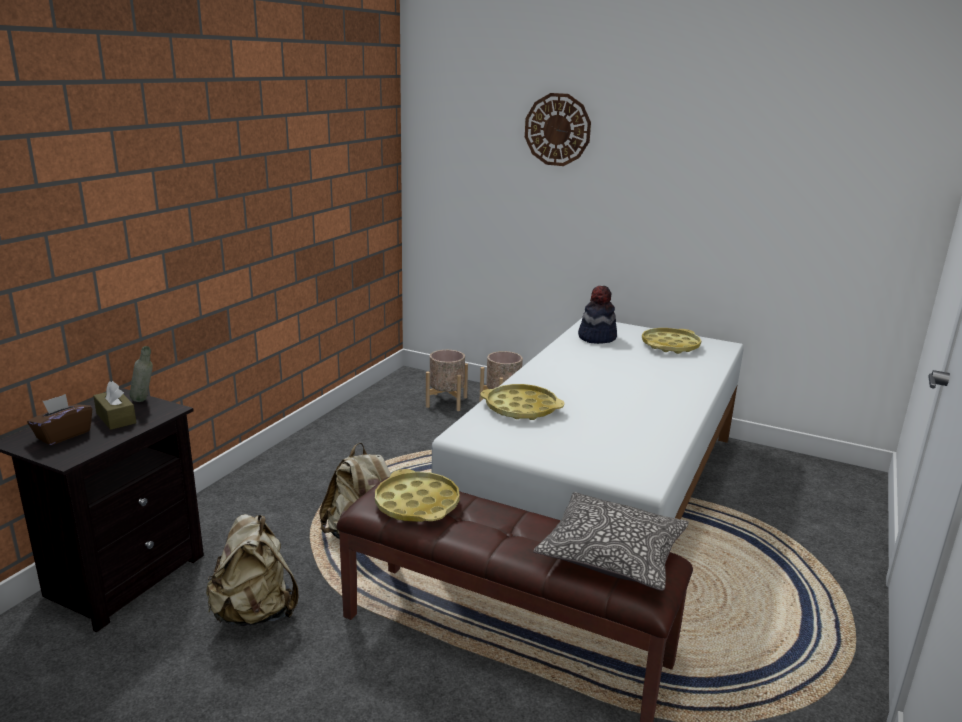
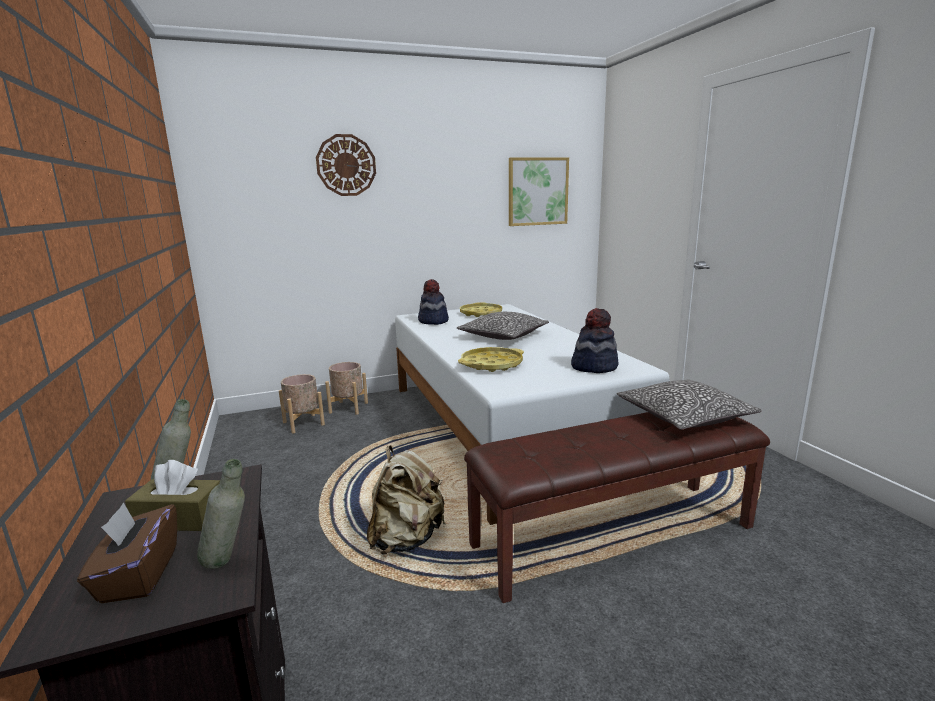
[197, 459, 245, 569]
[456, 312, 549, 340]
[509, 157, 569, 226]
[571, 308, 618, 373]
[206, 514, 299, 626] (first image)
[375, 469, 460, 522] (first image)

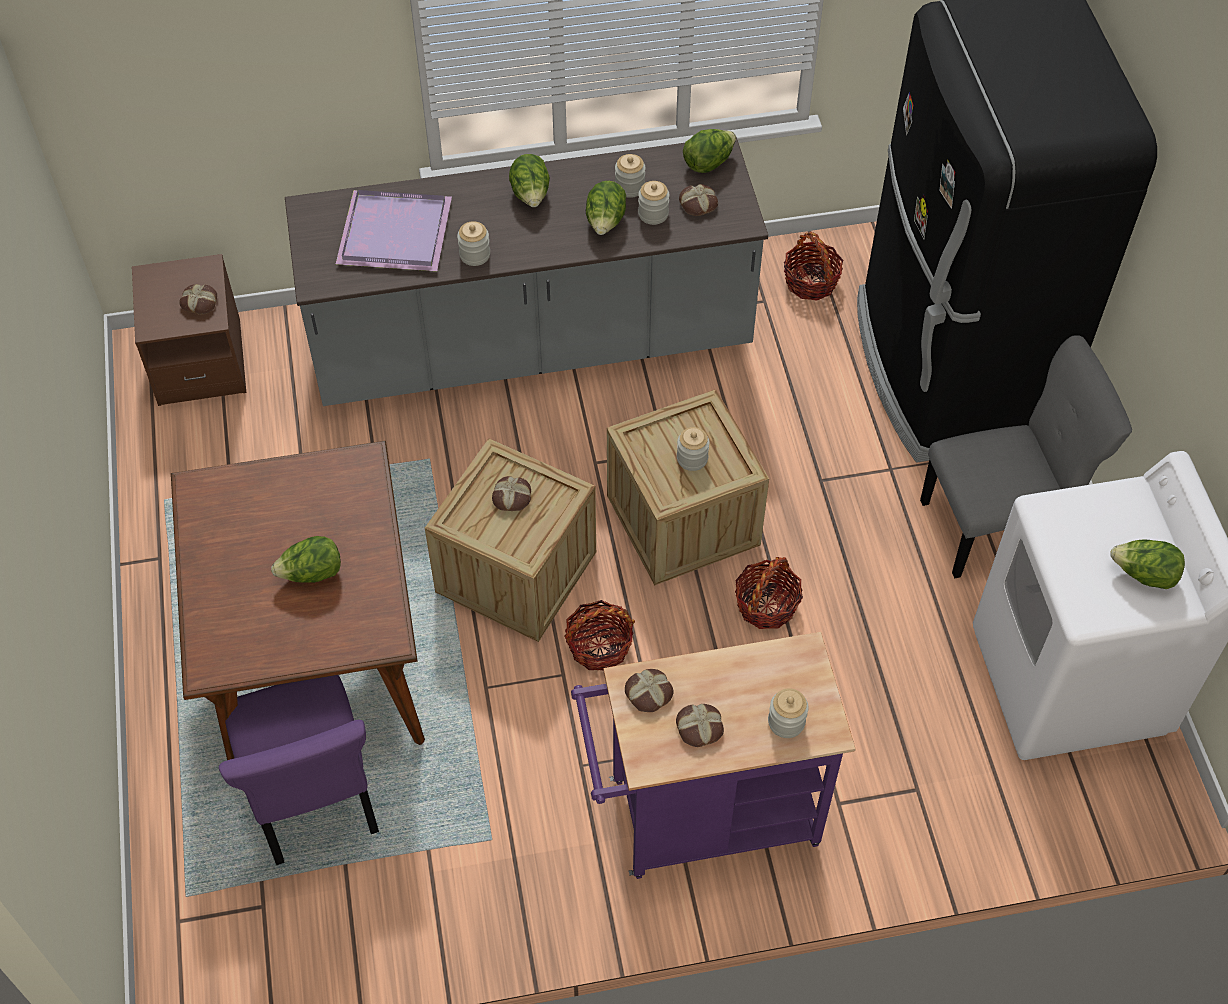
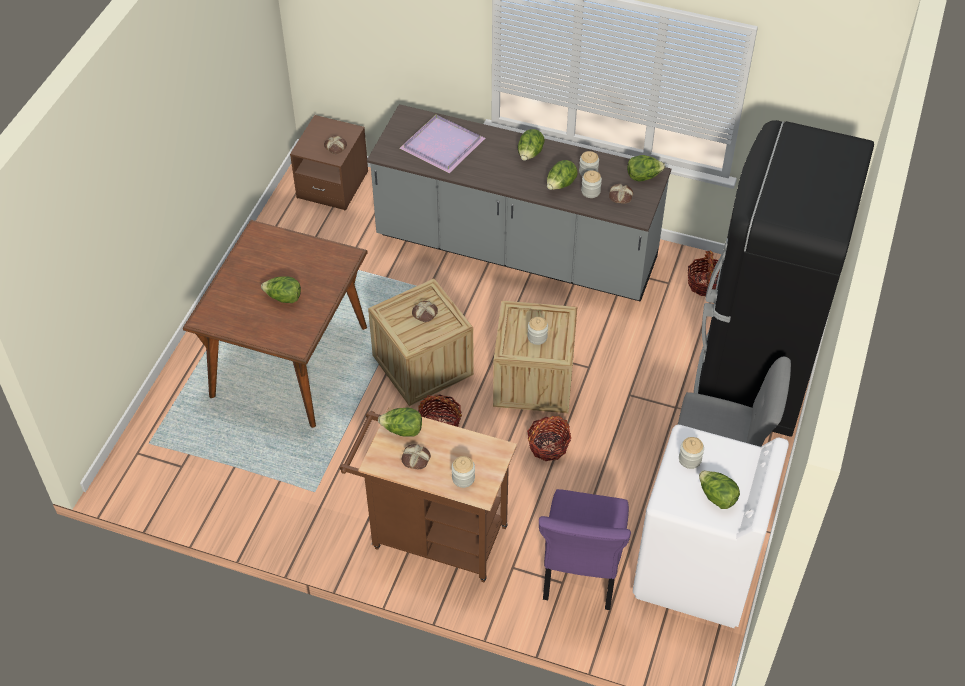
[340, 407, 517, 582]
[378, 408, 422, 437]
[539, 489, 631, 610]
[679, 437, 704, 469]

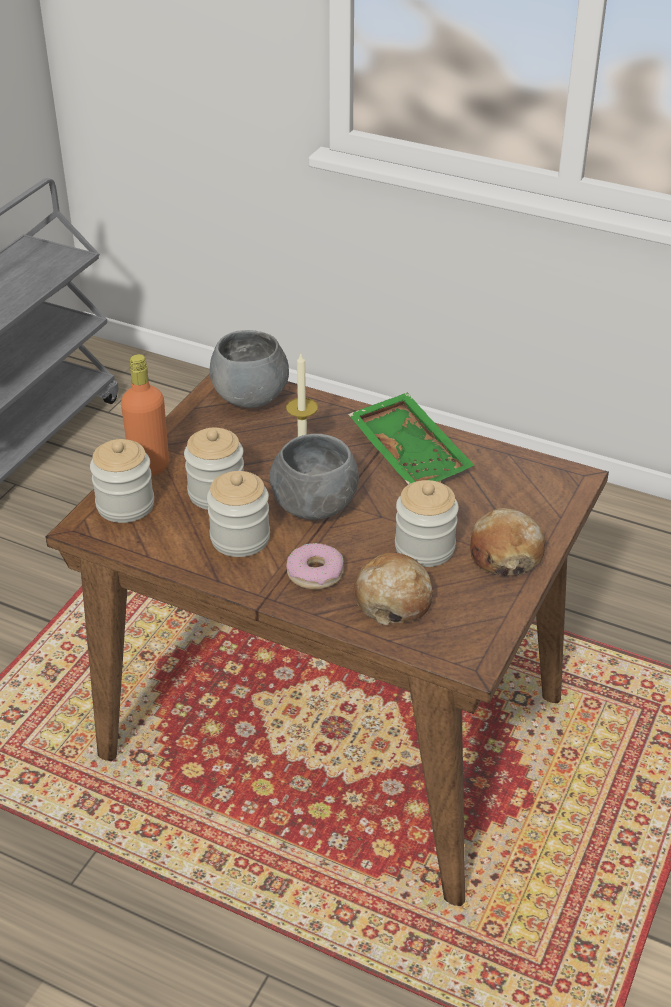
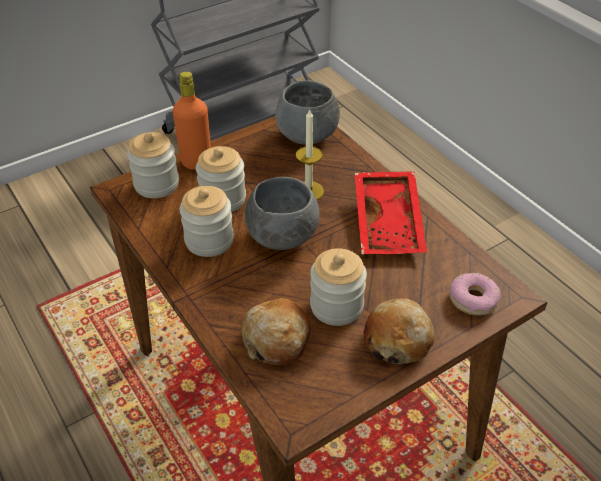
[355, 171, 427, 255]
[449, 273, 501, 316]

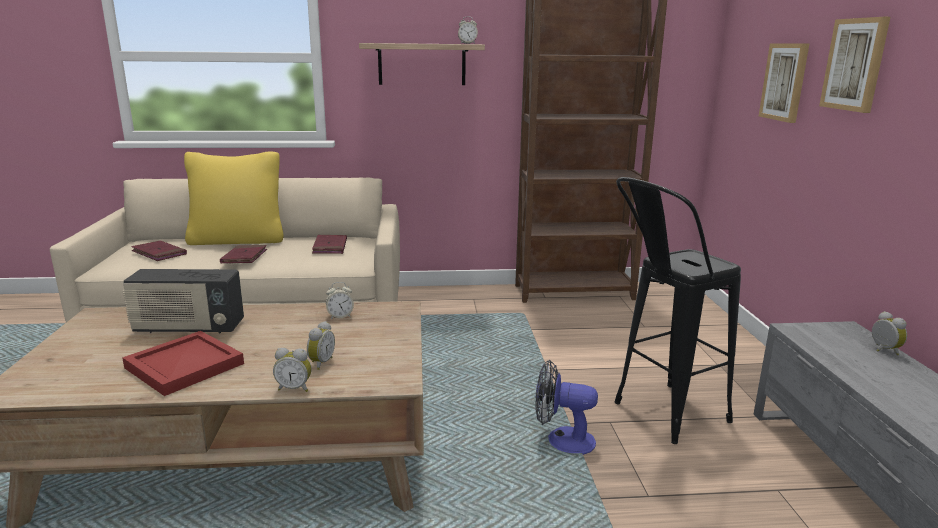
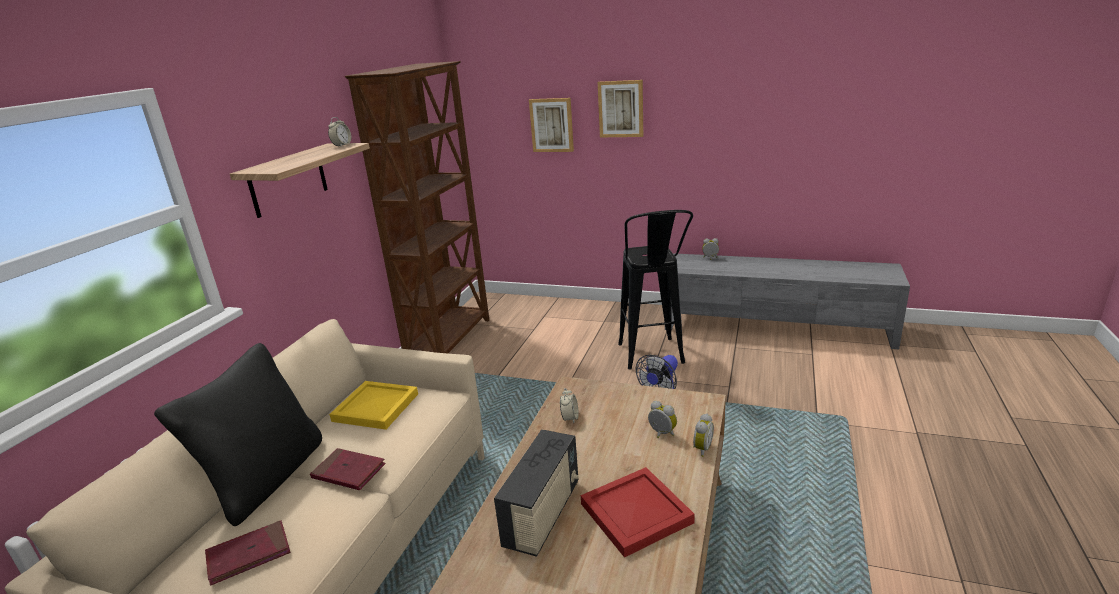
[154, 343, 322, 526]
[329, 381, 418, 430]

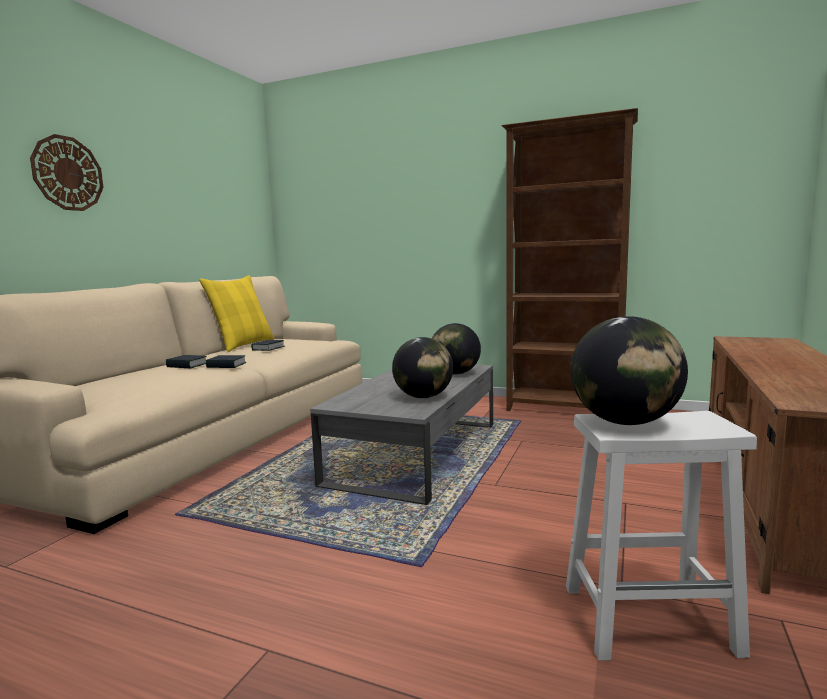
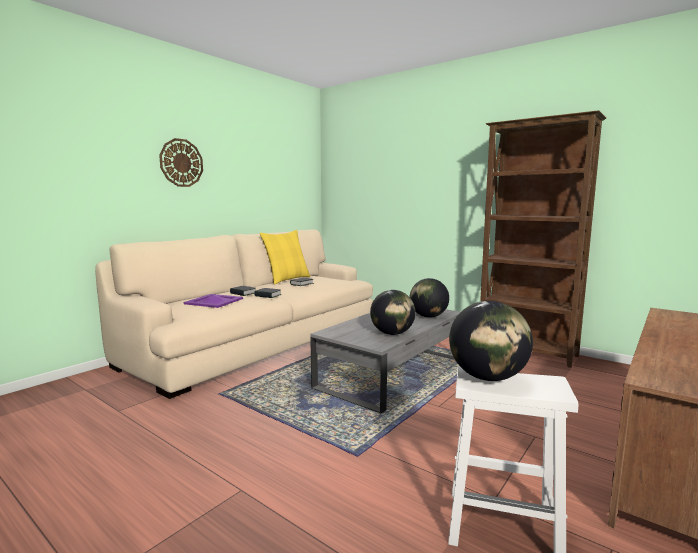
[184, 294, 243, 308]

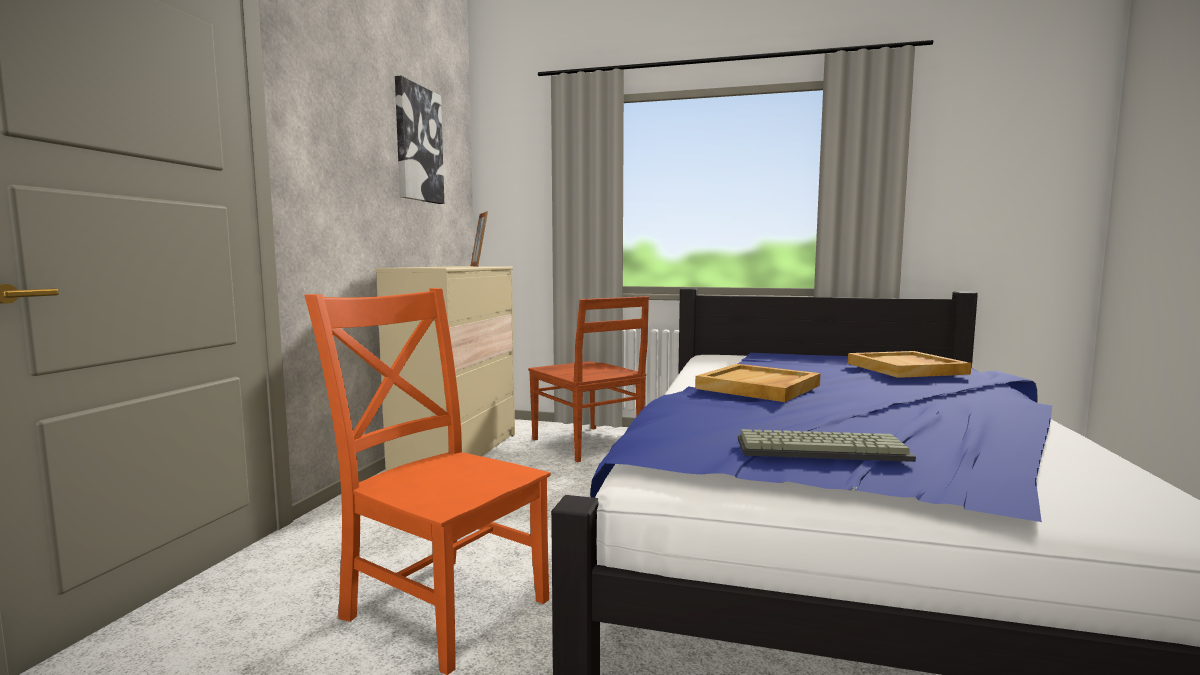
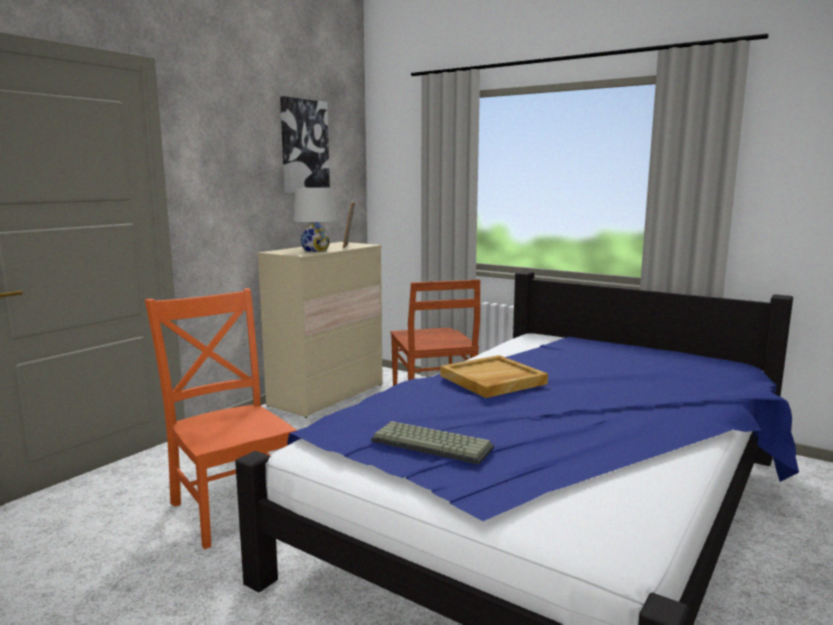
[293, 188, 336, 252]
[848, 351, 972, 378] (first image)

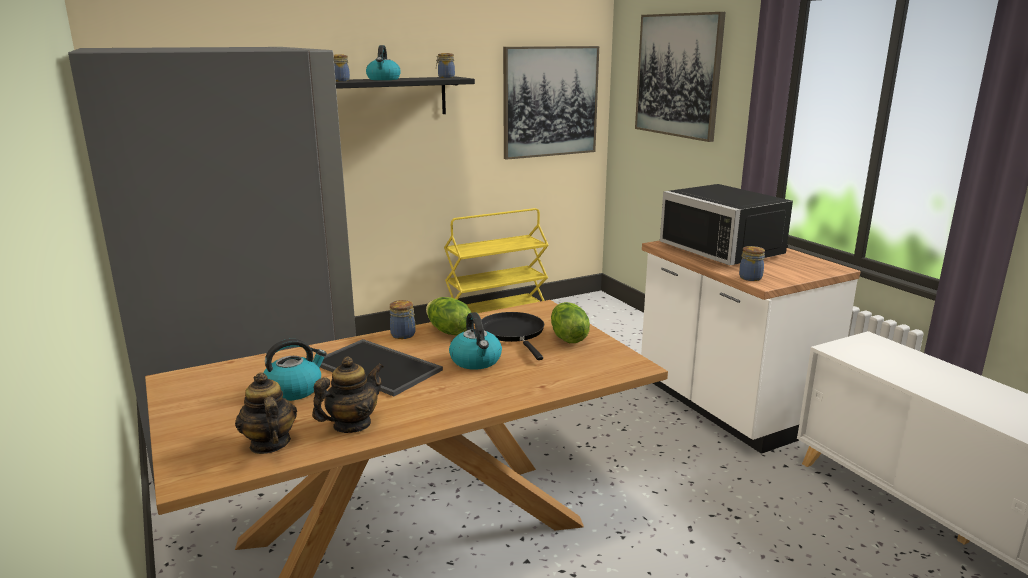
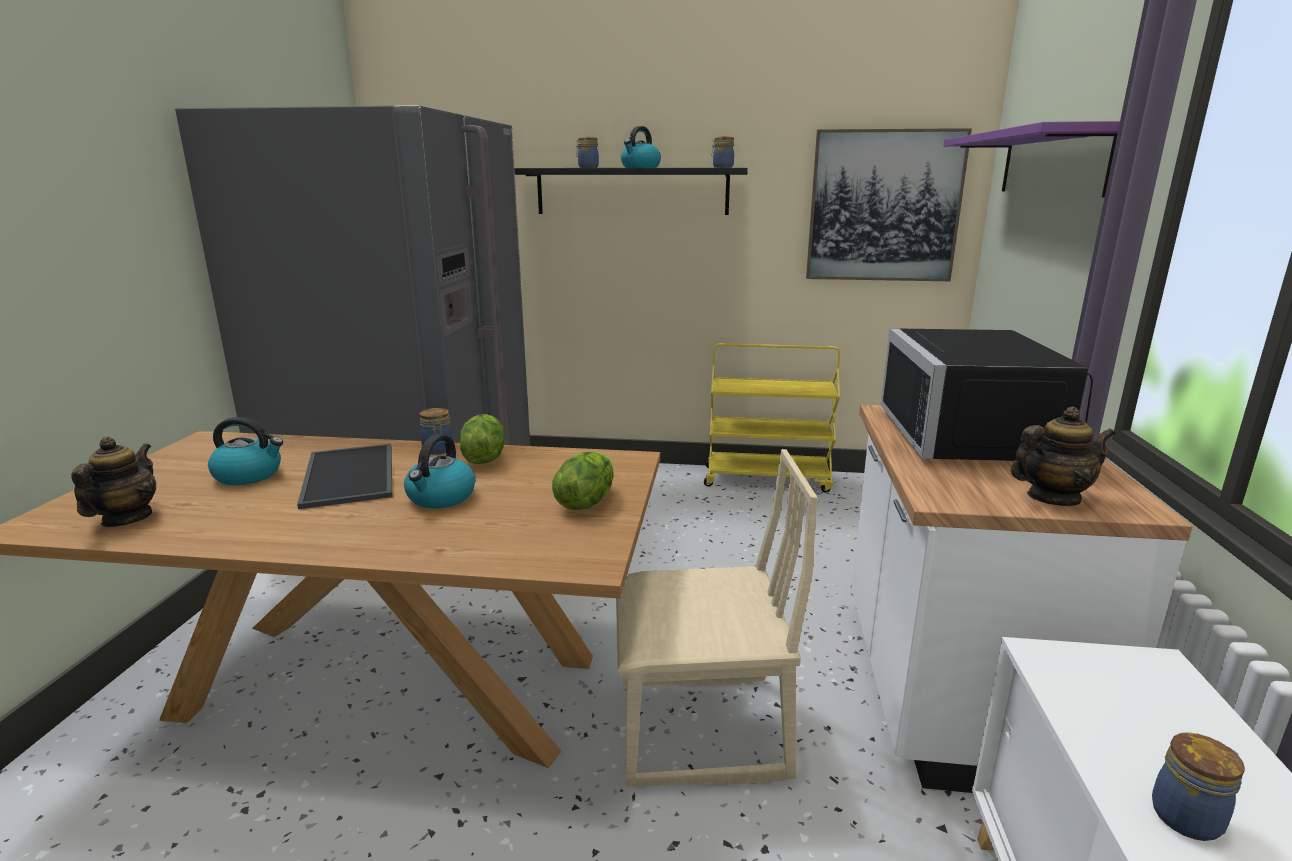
[616, 449, 818, 788]
[943, 121, 1120, 197]
[1011, 407, 1115, 506]
[1152, 732, 1245, 841]
[481, 312, 544, 360] (first image)

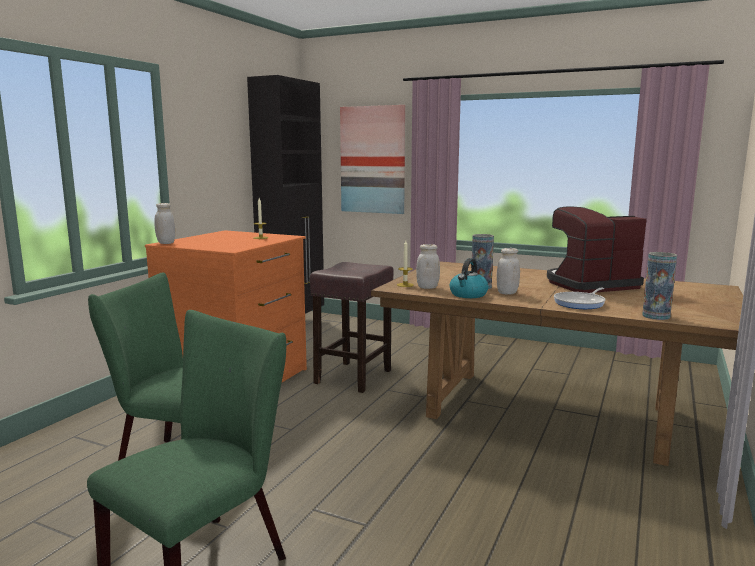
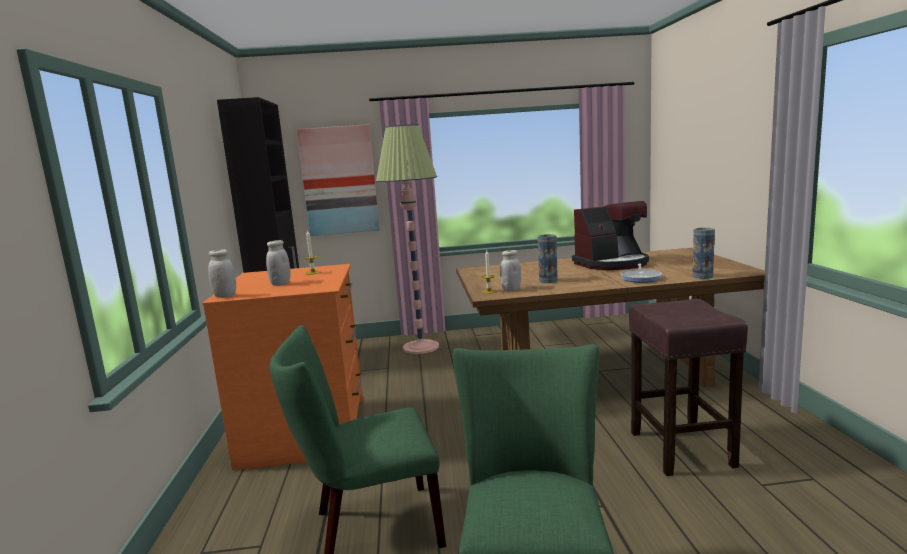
[266, 240, 291, 286]
[376, 124, 439, 354]
[572, 201, 649, 270]
[629, 299, 748, 476]
[450, 258, 489, 298] (first image)

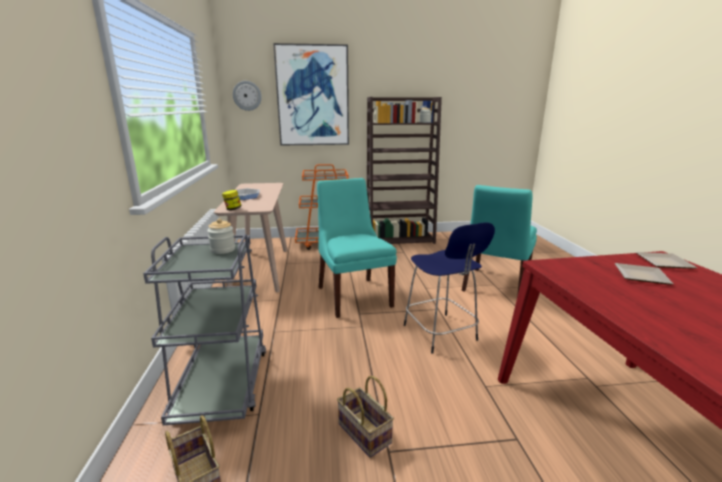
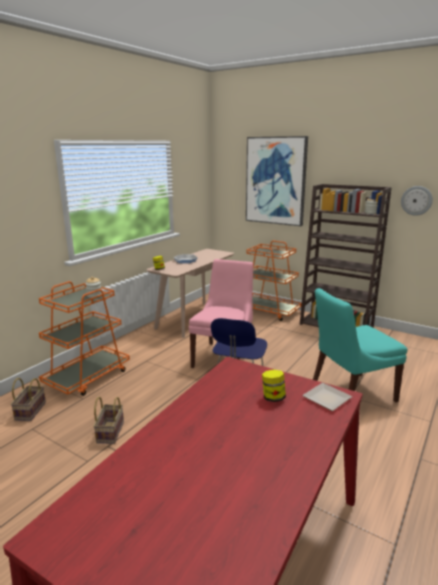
[39, 281, 130, 396]
[189, 259, 253, 368]
[262, 370, 286, 402]
[401, 186, 433, 216]

